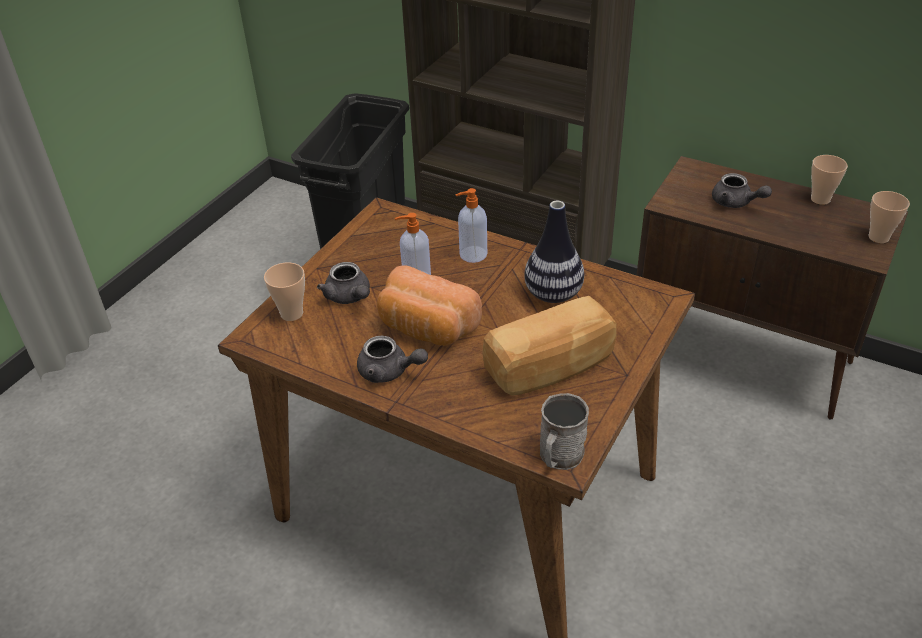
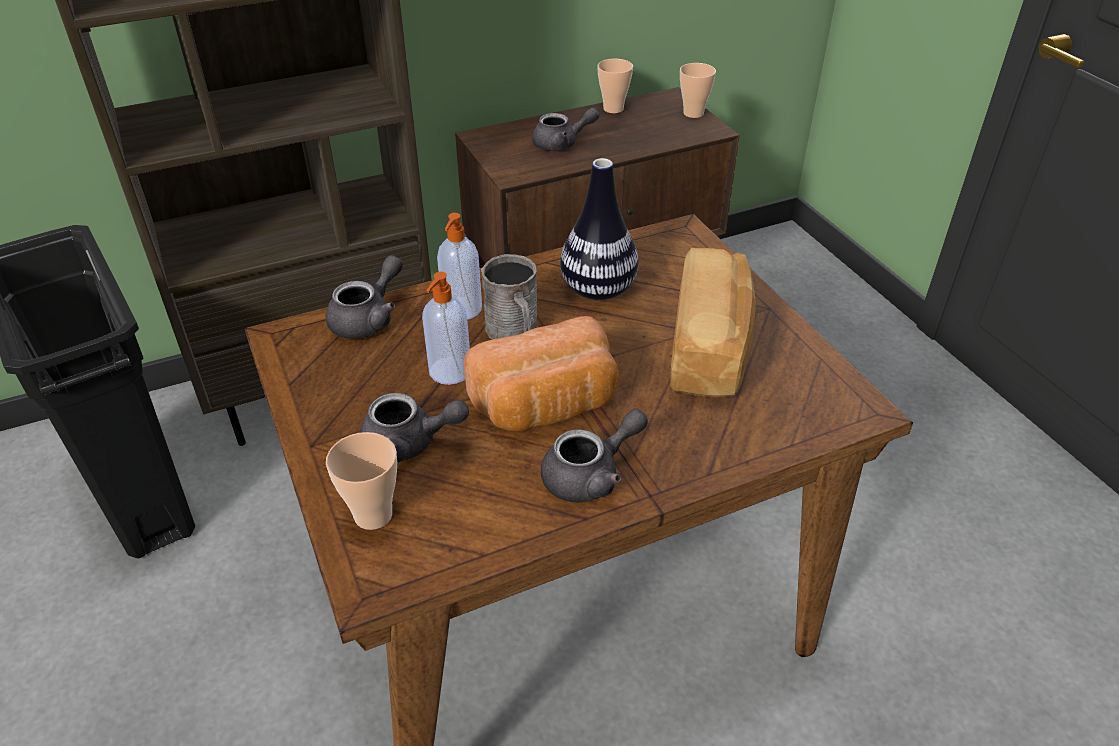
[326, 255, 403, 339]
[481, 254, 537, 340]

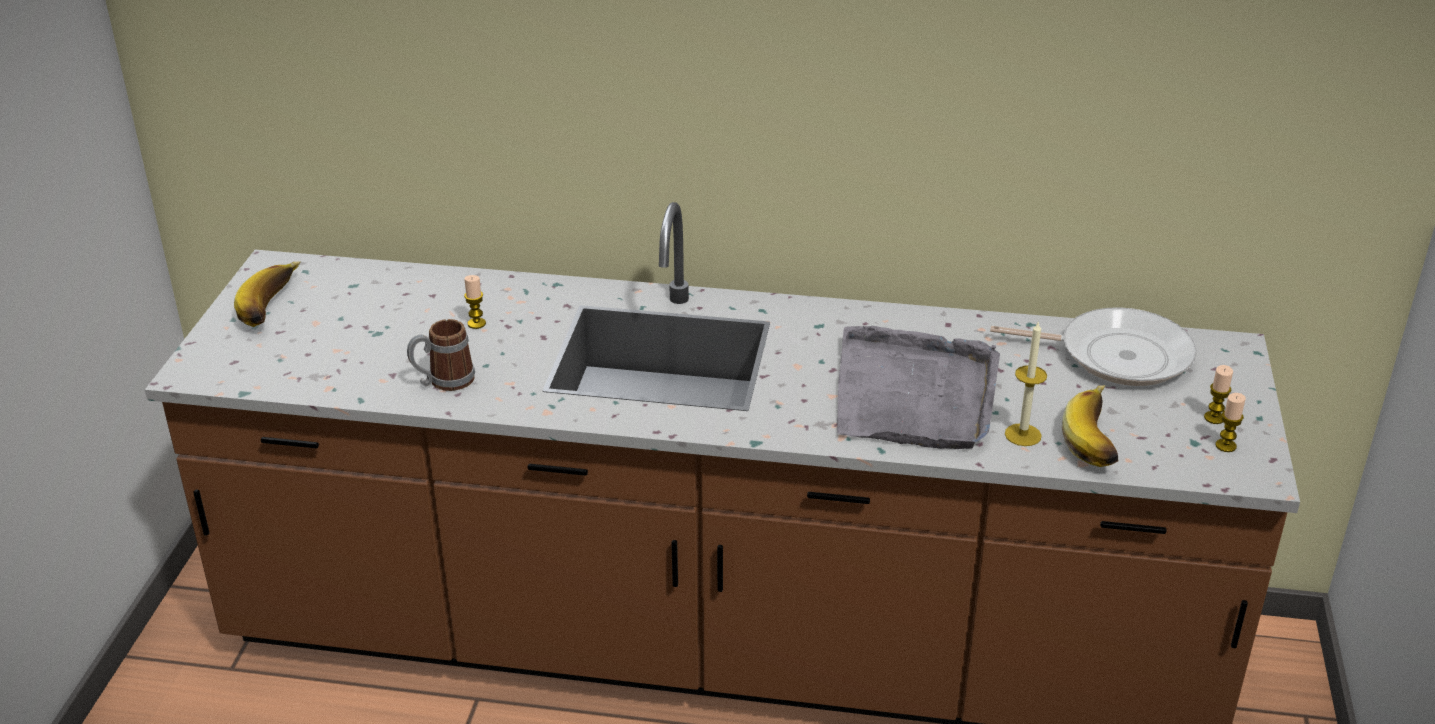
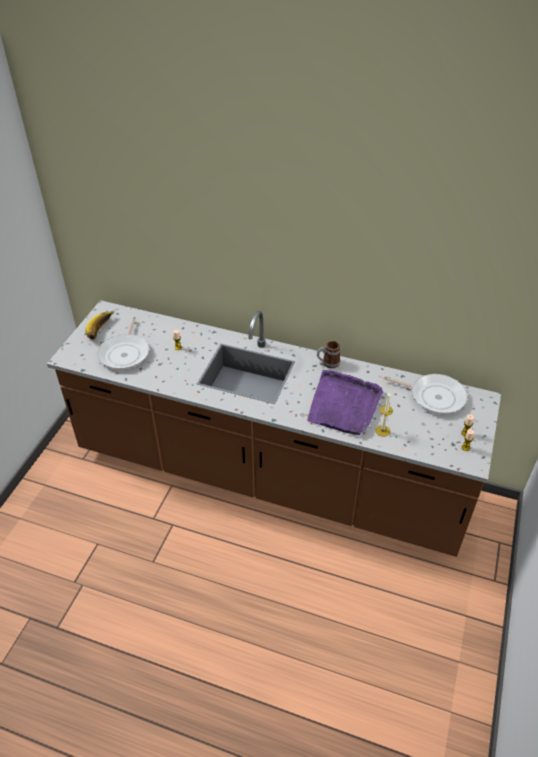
[97, 317, 149, 370]
[307, 370, 383, 435]
[317, 341, 341, 368]
[1062, 385, 1118, 467] (first image)

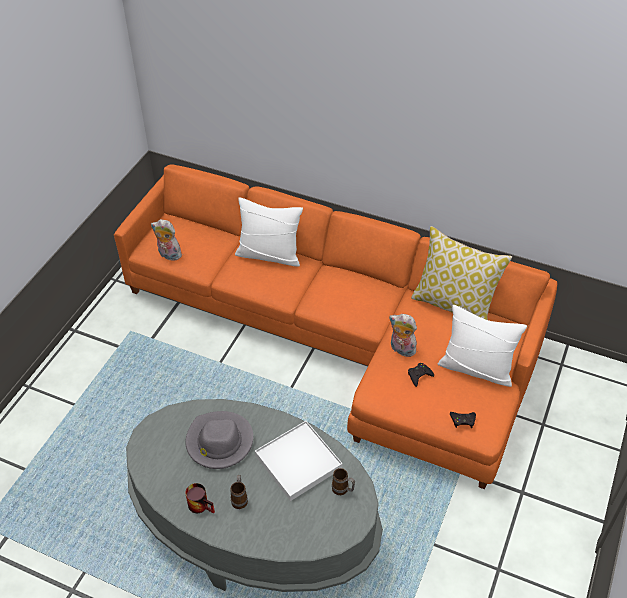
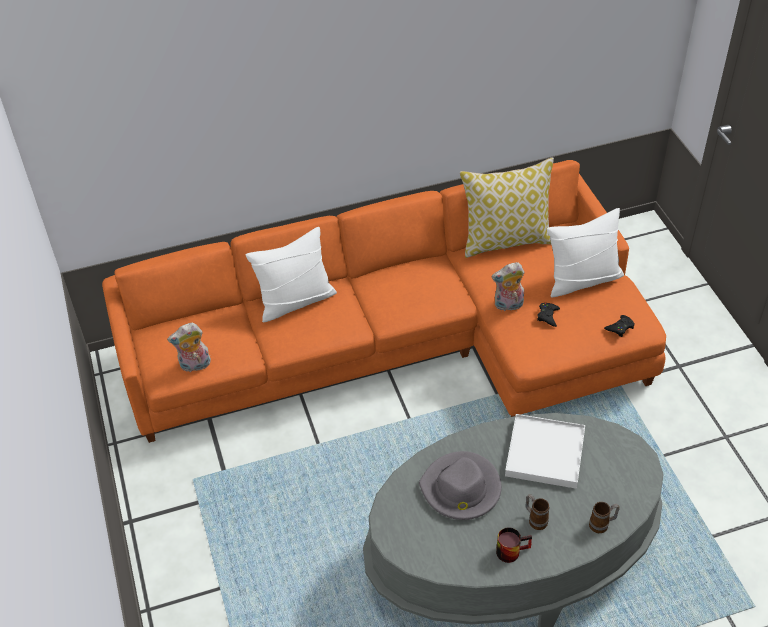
[589, 502, 619, 533]

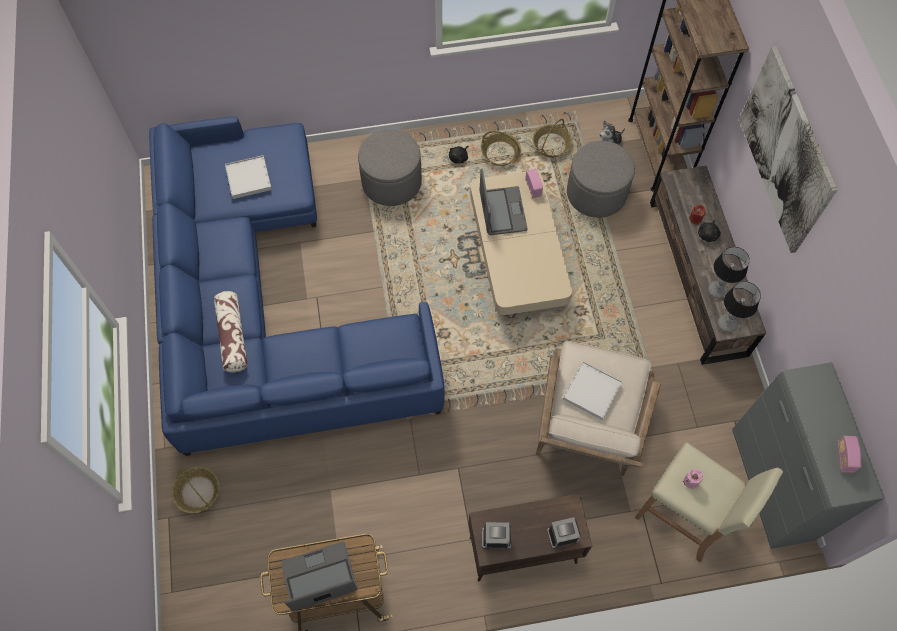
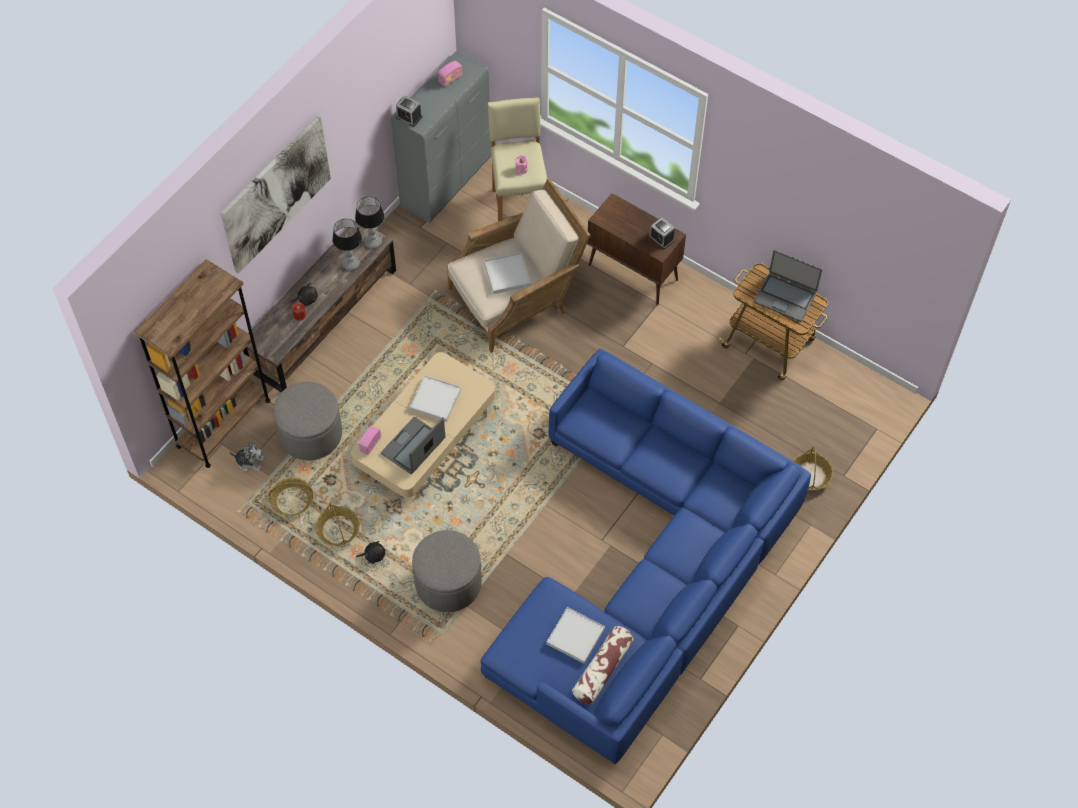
[396, 95, 422, 127]
[410, 375, 461, 422]
[572, 626, 634, 704]

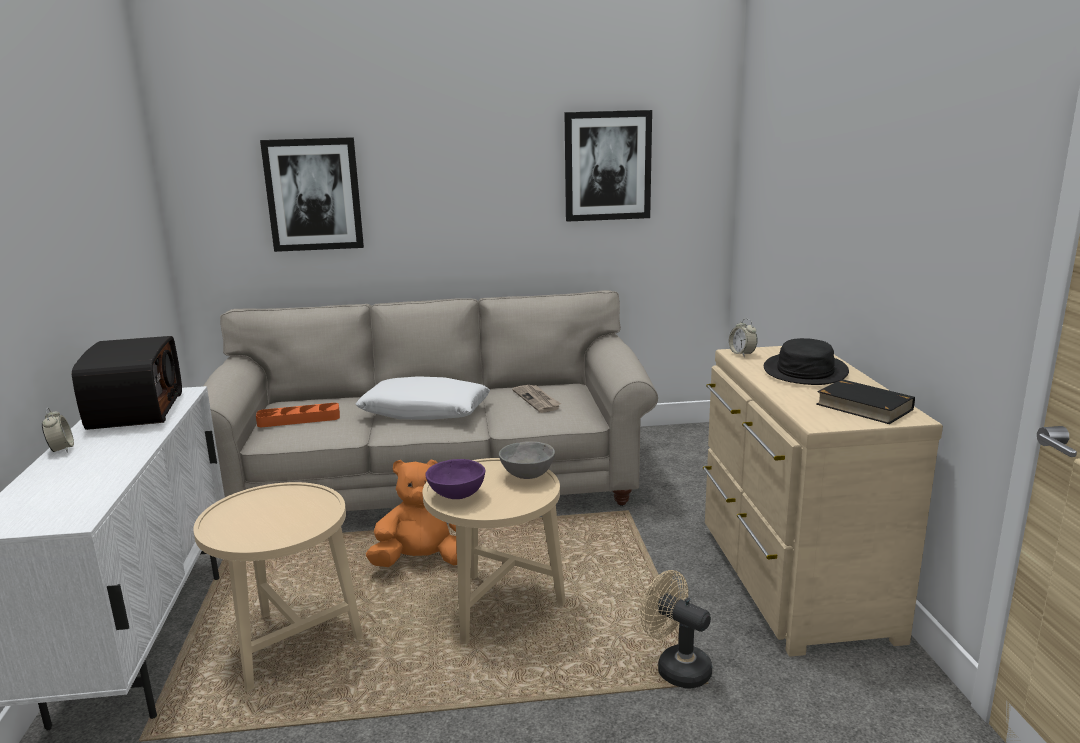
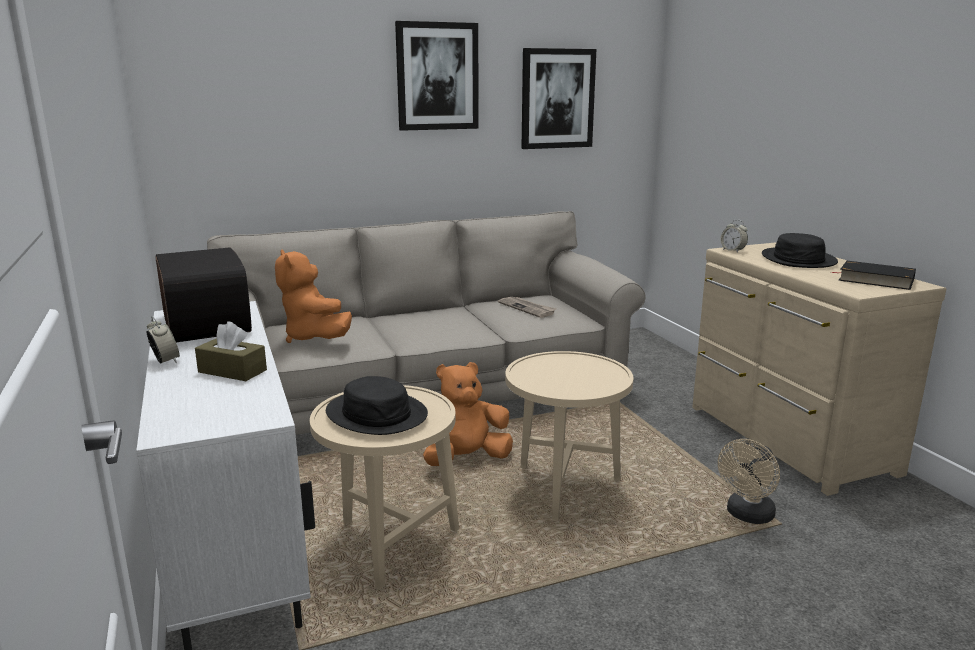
[195, 321, 267, 381]
[275, 249, 352, 343]
[326, 376, 428, 435]
[395, 21, 479, 131]
[718, 439, 780, 524]
[356, 376, 490, 420] (first image)
[425, 459, 485, 499] (first image)
[499, 441, 555, 479] (first image)

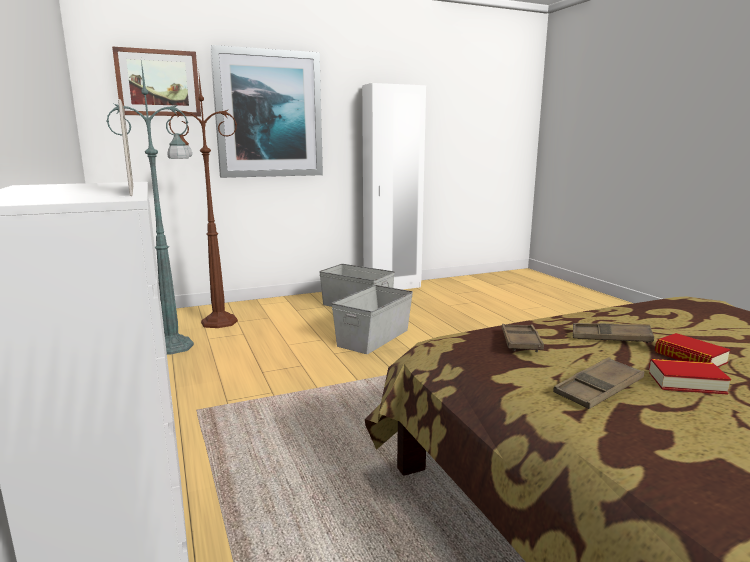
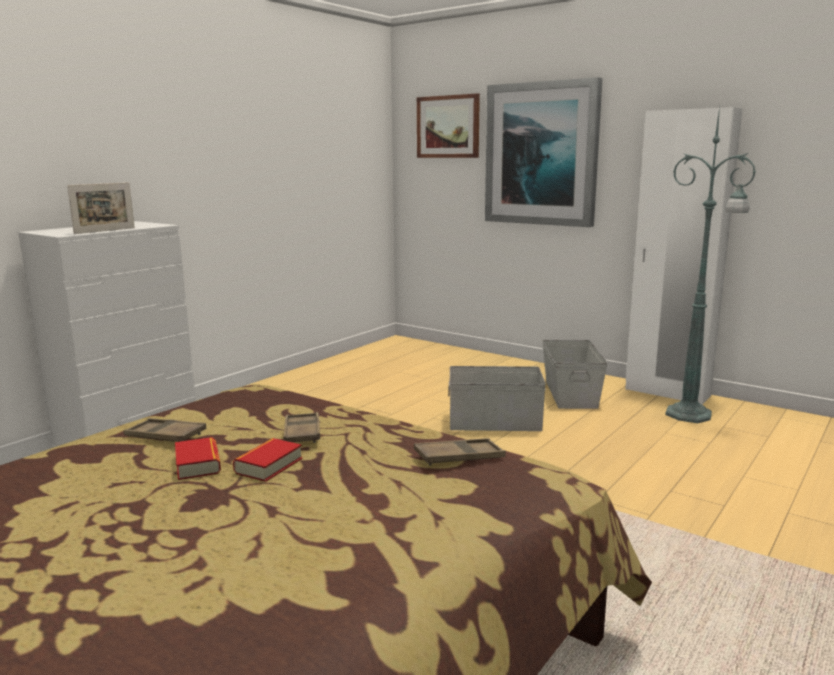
[414, 438, 506, 465]
[665, 106, 756, 423]
[169, 76, 238, 328] (first image)

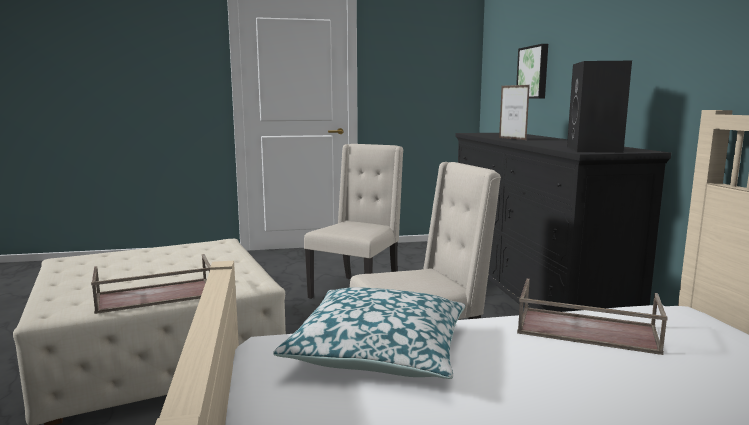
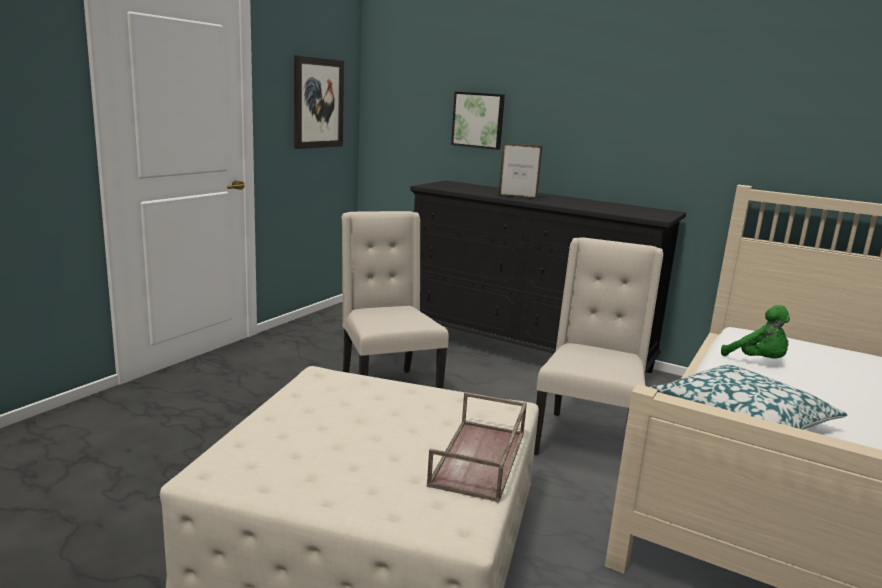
[294, 55, 344, 149]
[721, 305, 790, 359]
[567, 61, 632, 153] (first image)

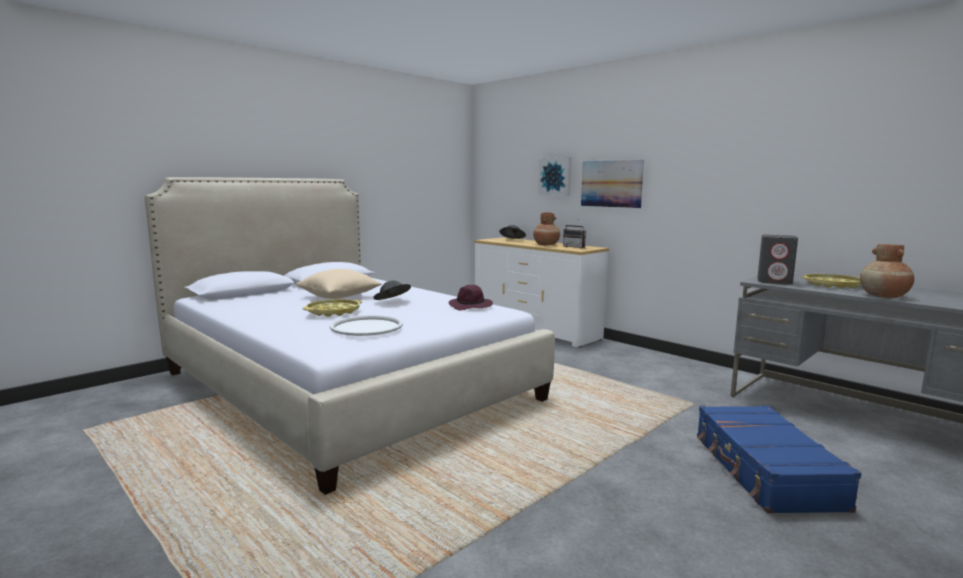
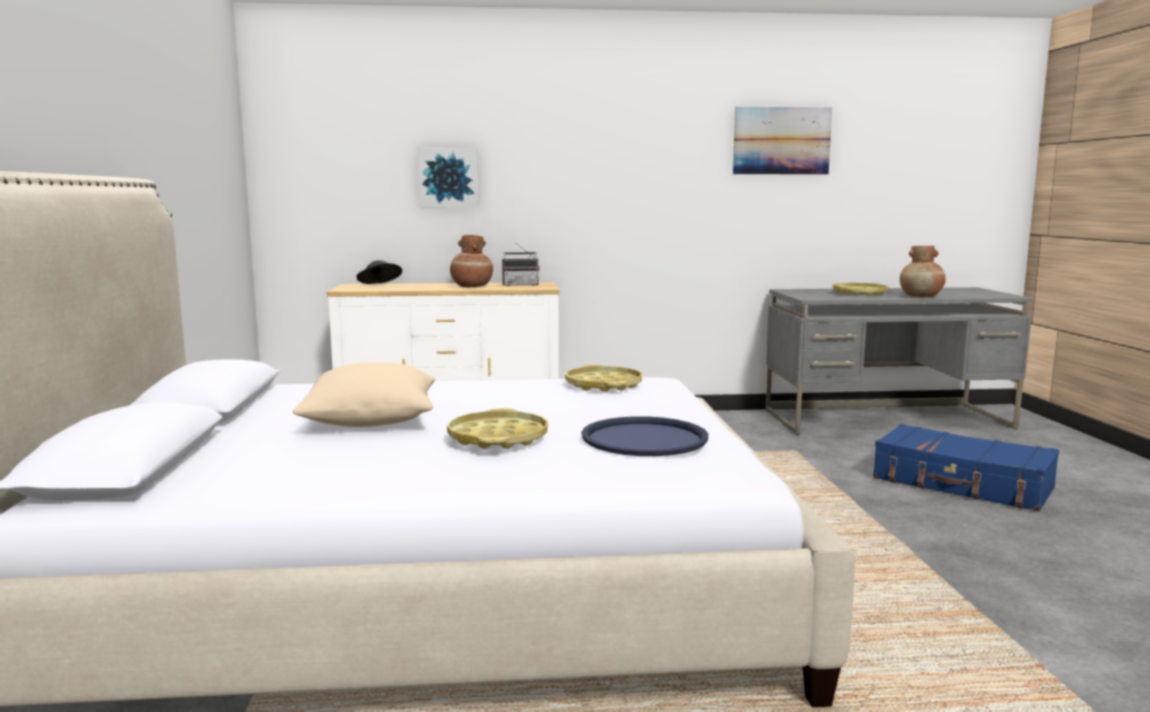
[565, 365, 642, 392]
[582, 416, 708, 456]
[733, 107, 832, 174]
[373, 281, 411, 300] (first image)
[758, 235, 798, 285] (first image)

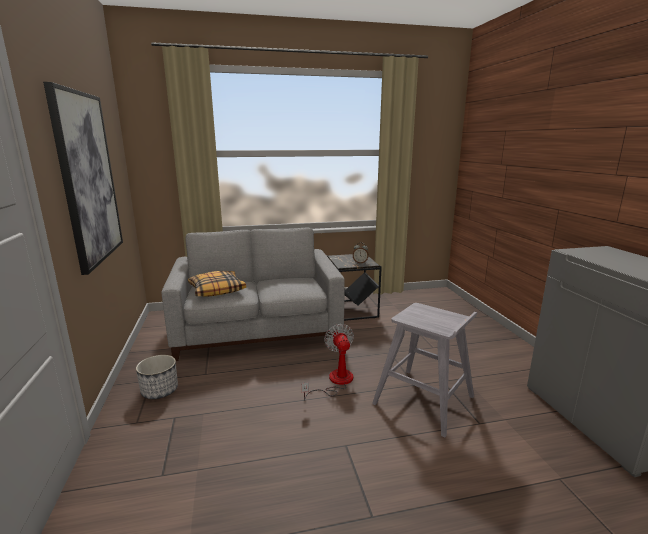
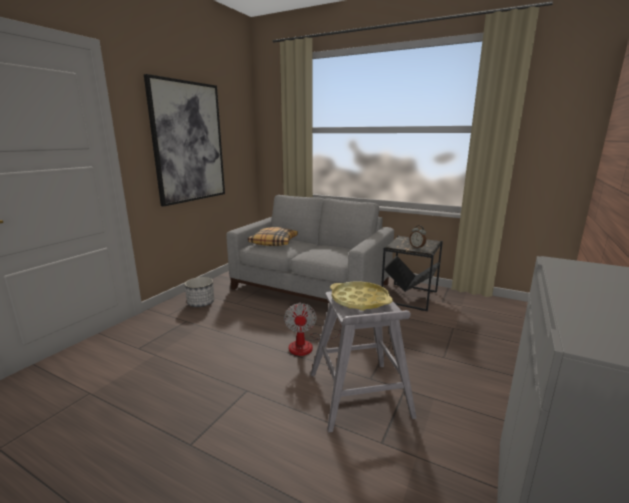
[284, 303, 340, 356]
[330, 281, 393, 311]

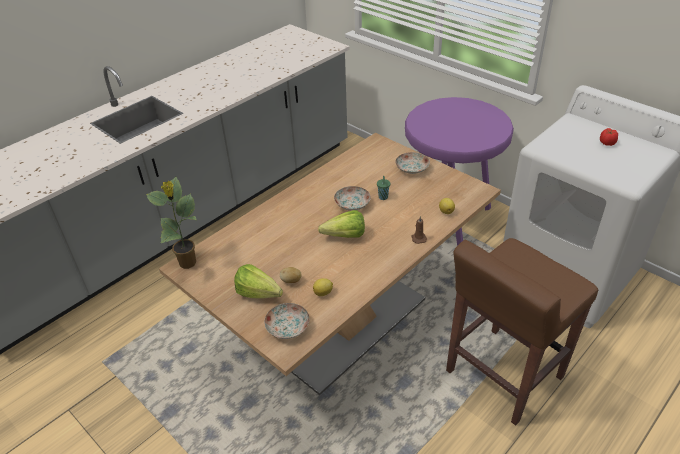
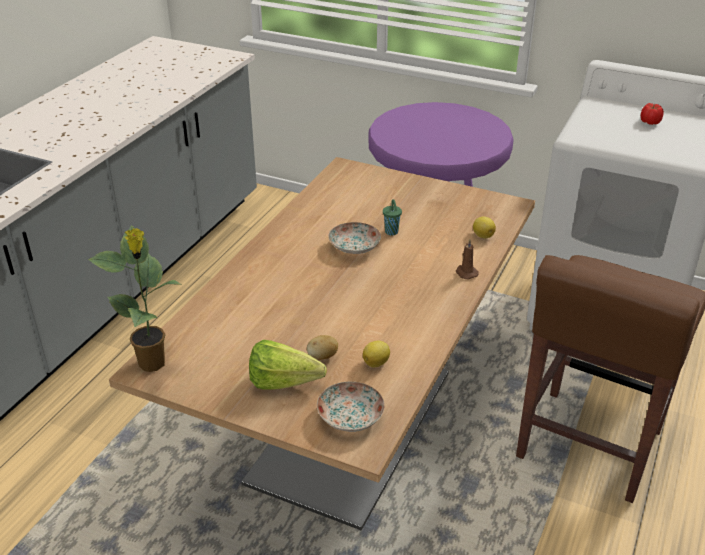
[318, 210, 365, 238] (first image)
[395, 152, 430, 174] (first image)

